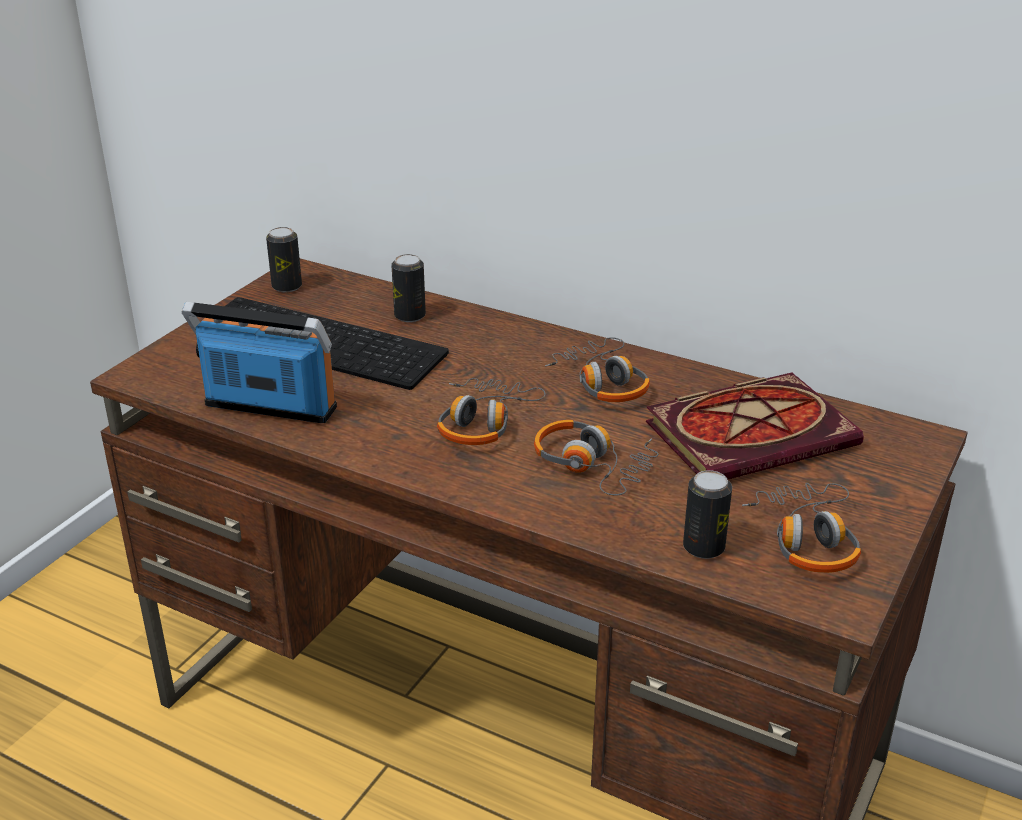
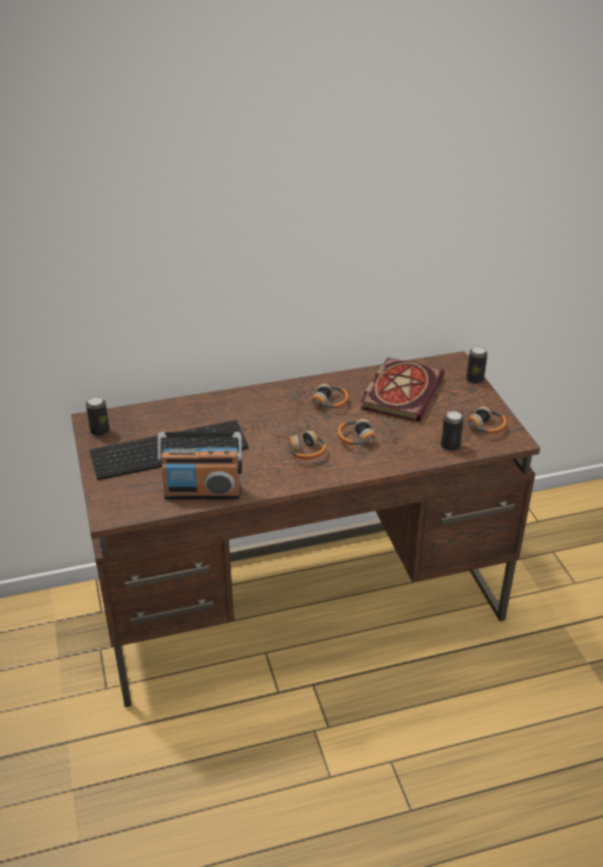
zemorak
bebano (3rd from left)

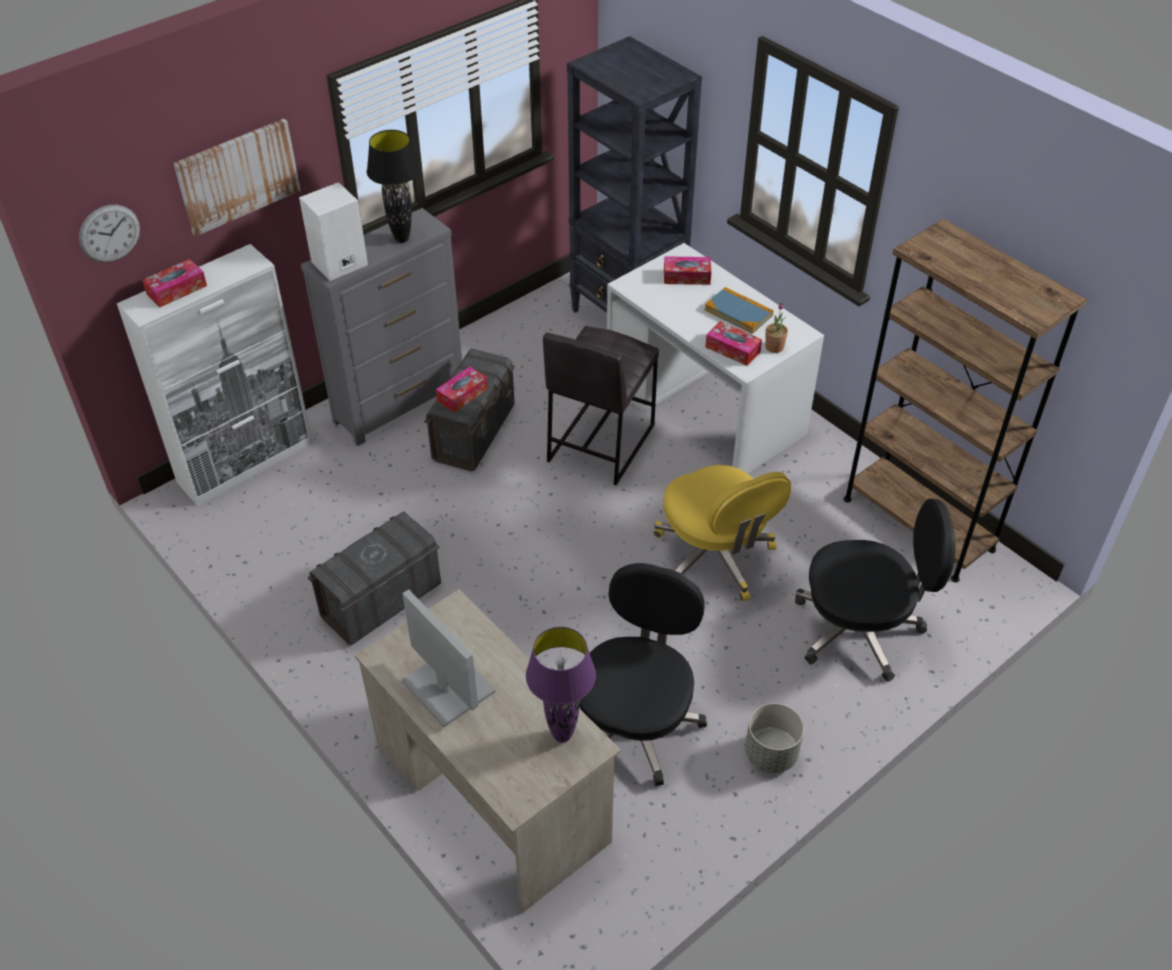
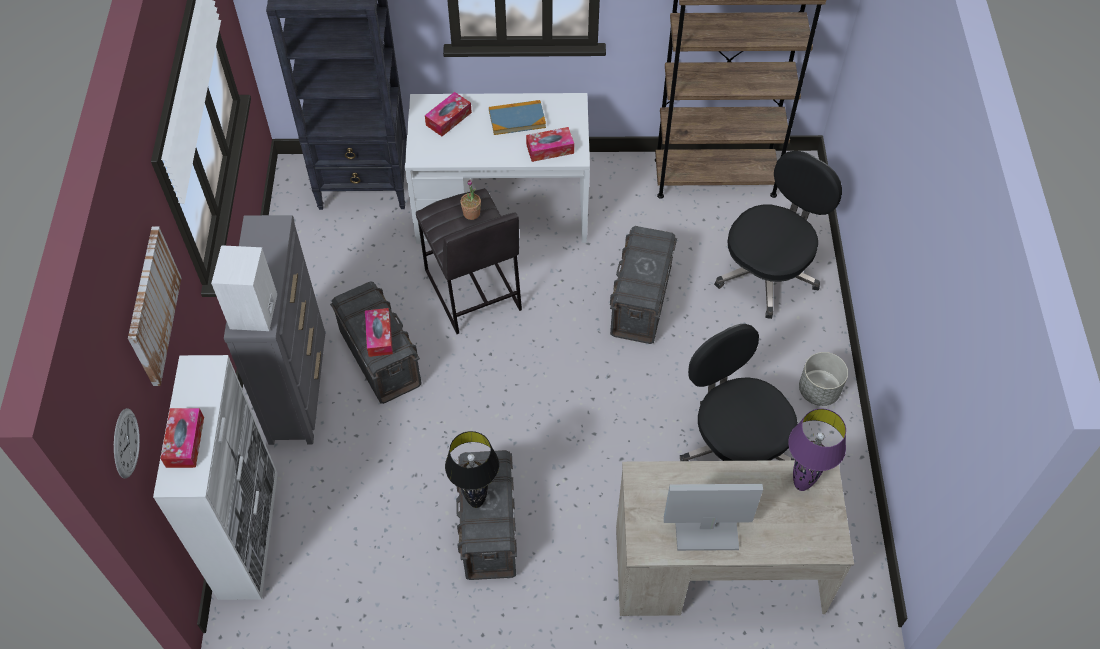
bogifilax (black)
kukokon
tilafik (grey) (3rd from left)

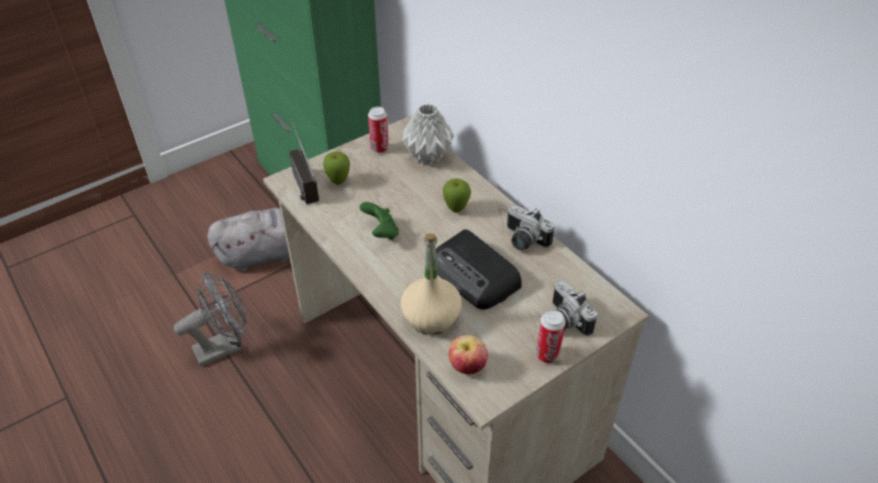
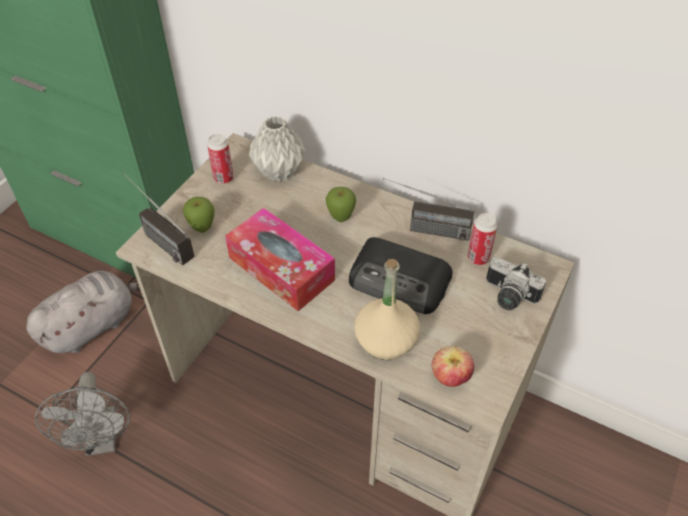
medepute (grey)
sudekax
zemorak (3rd from left)
bebano (2nd from left)

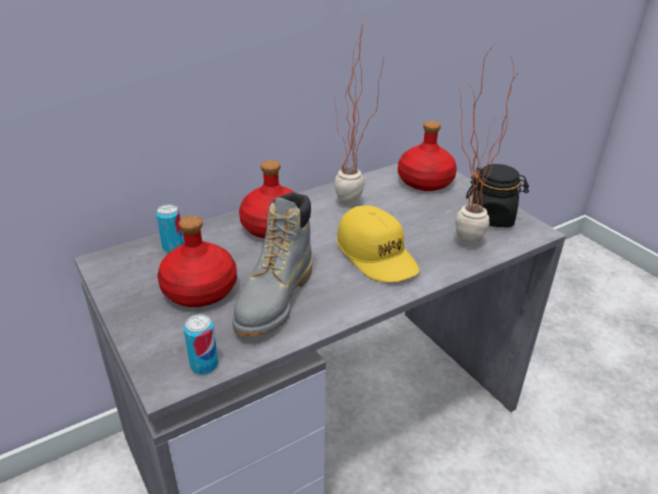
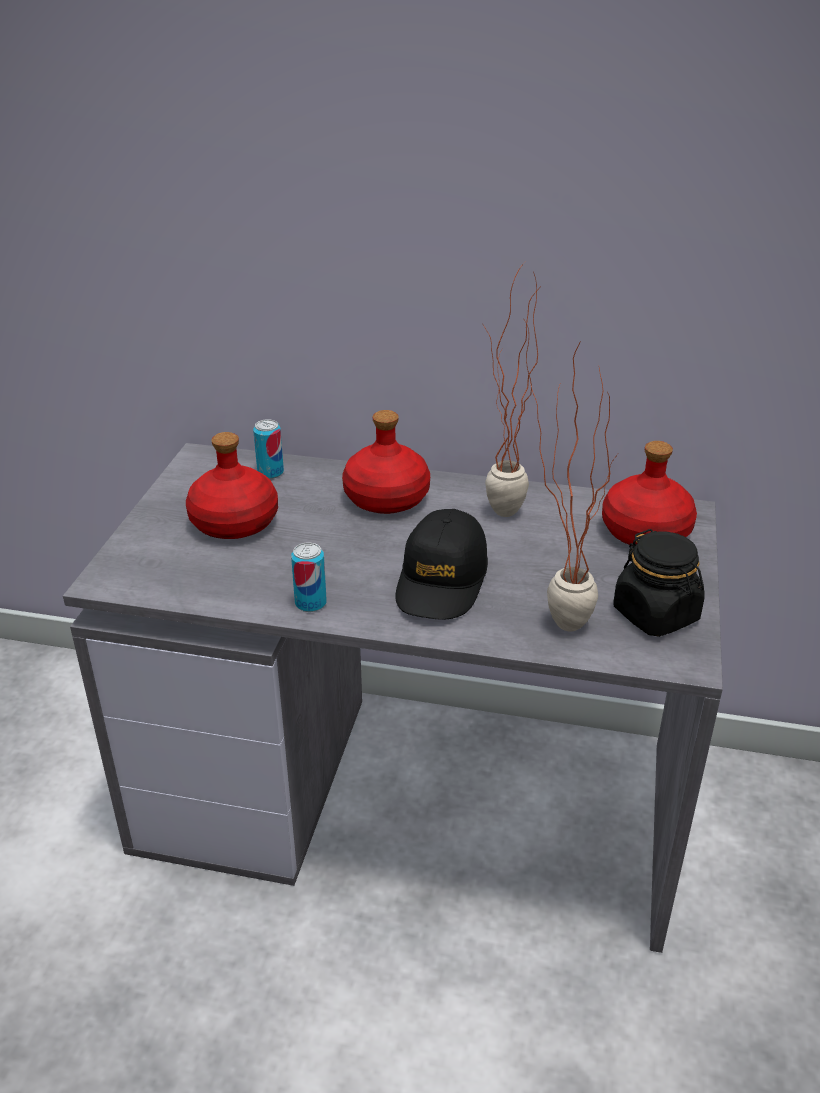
bebano (2nd from left)
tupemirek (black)
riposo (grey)

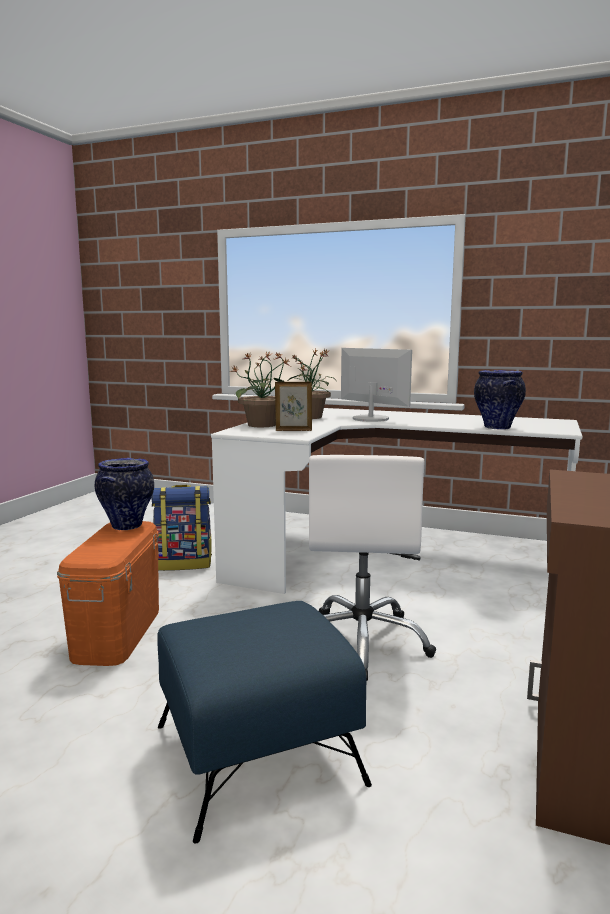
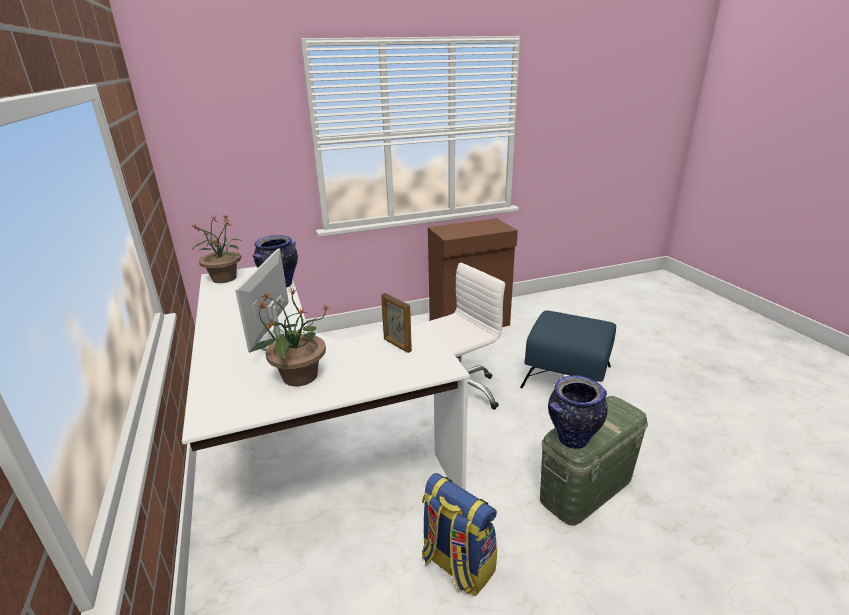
kukokon (1st from left)
tilafik (green)

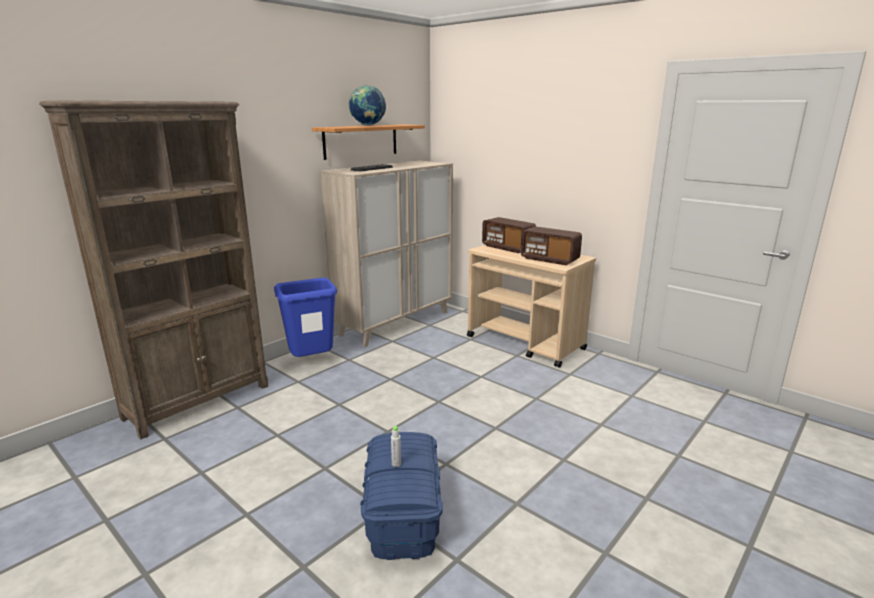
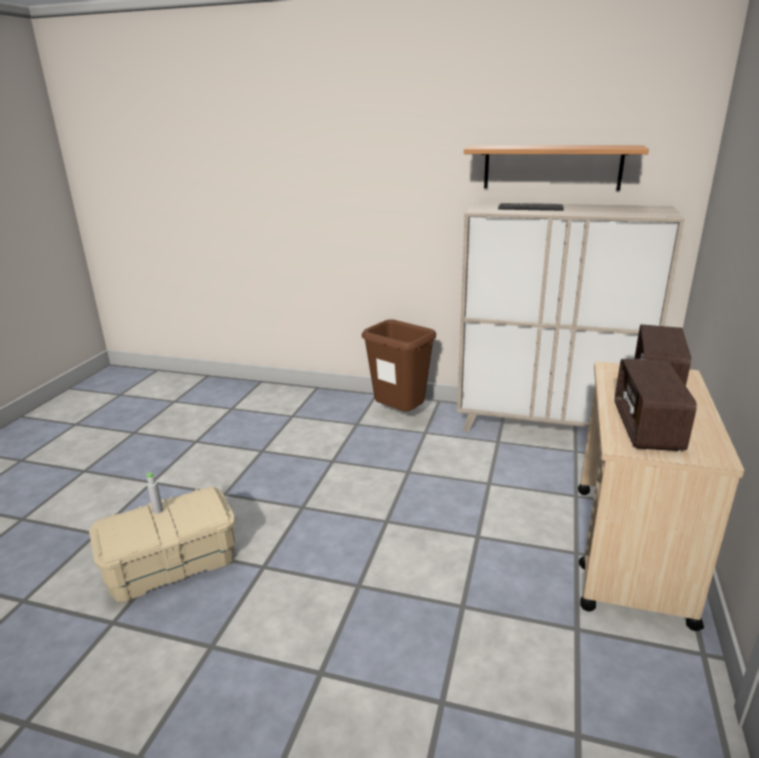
tilafik (beige)
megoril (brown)
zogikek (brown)
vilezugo

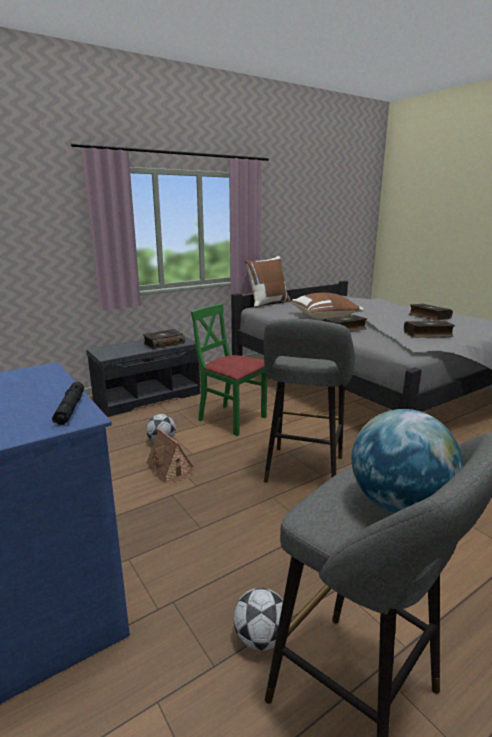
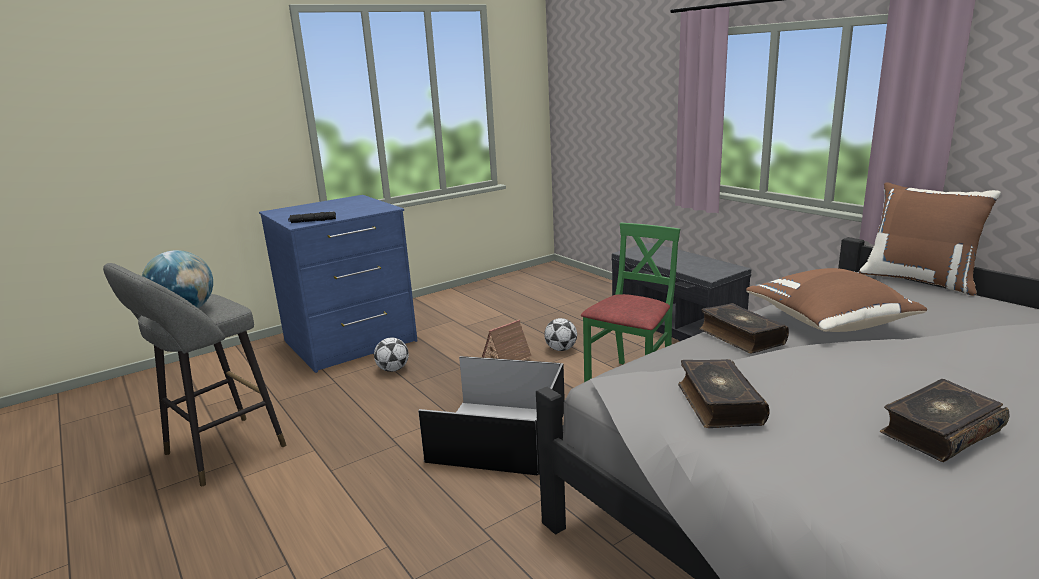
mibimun (1st from left)
tilafik (black)
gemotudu (1st from left in the first image)

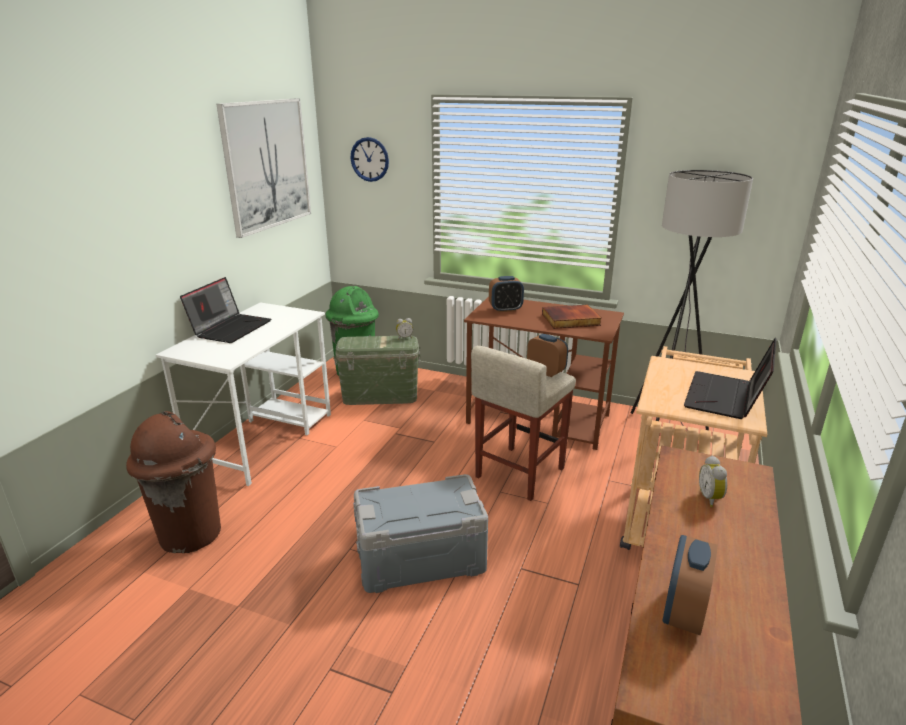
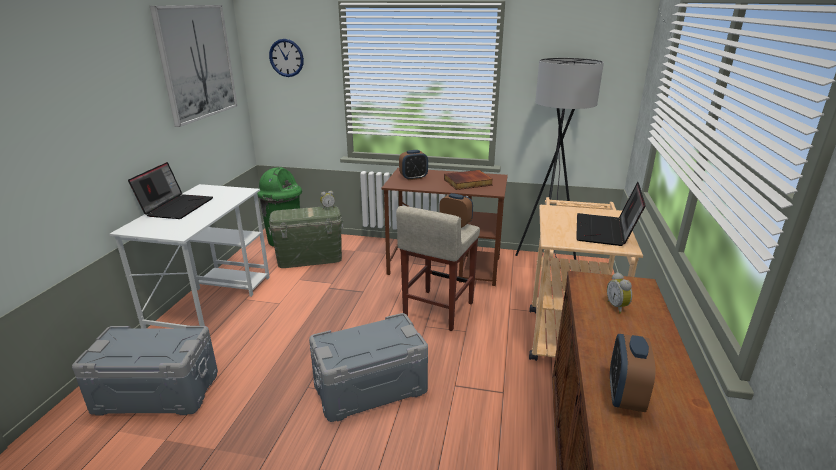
tilafik (grey) (1st from left)

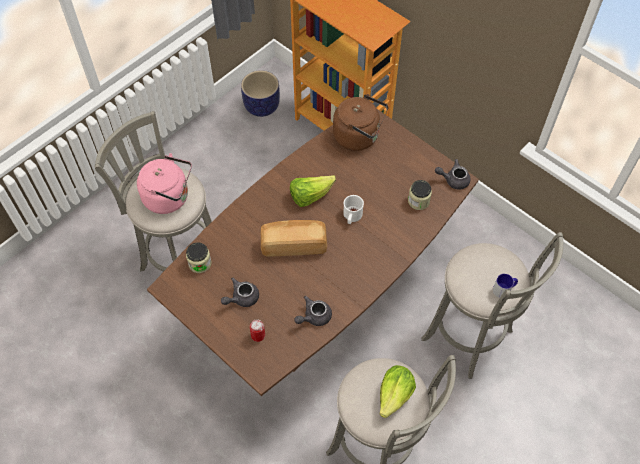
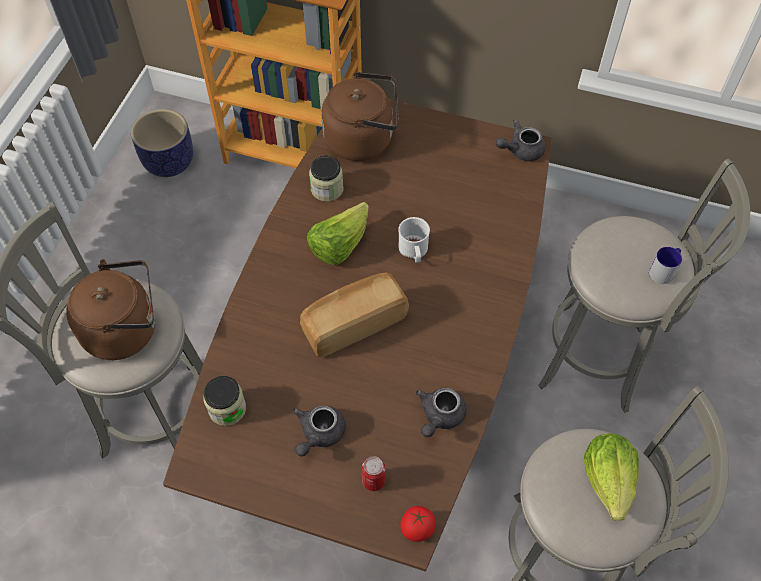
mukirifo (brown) (1st from left)
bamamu (2nd from left)
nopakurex

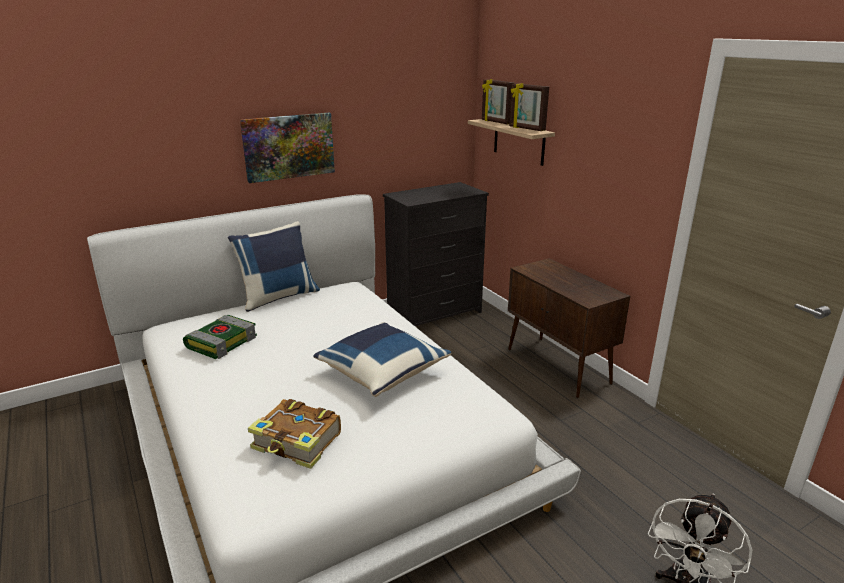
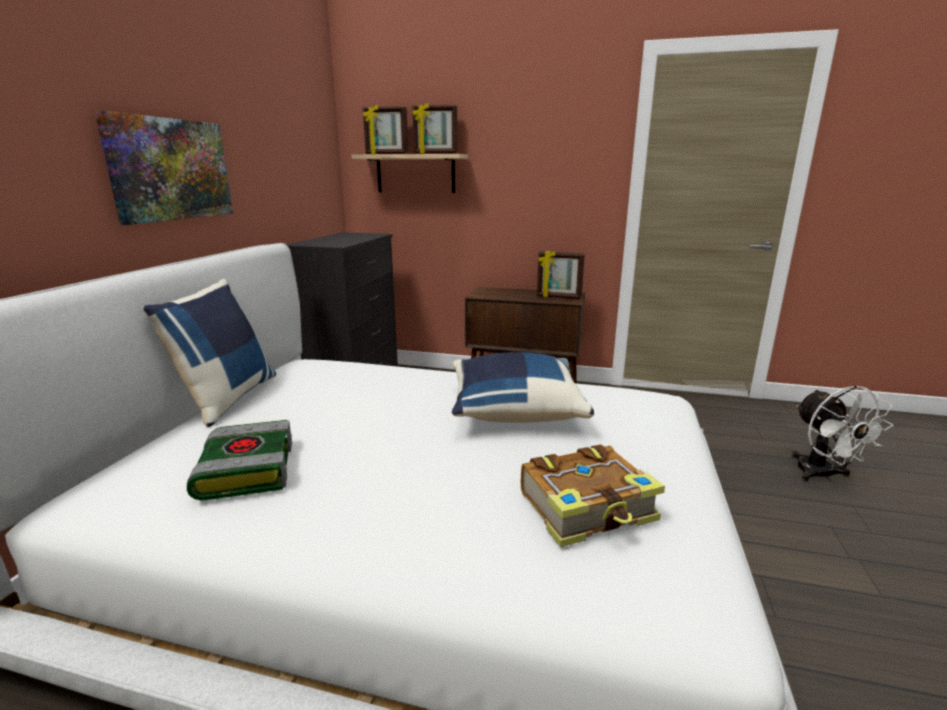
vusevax (3rd from left)

